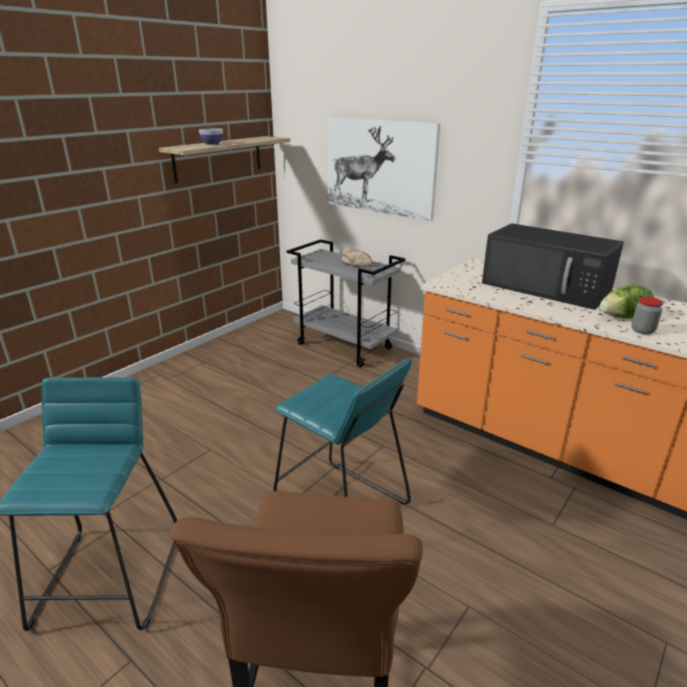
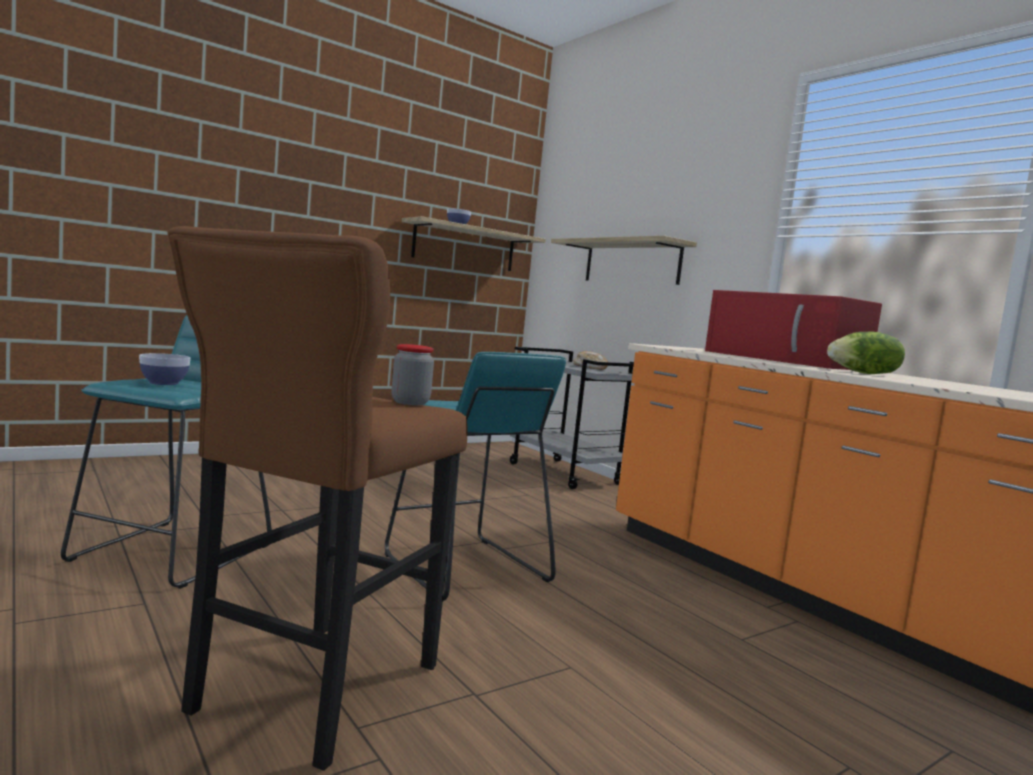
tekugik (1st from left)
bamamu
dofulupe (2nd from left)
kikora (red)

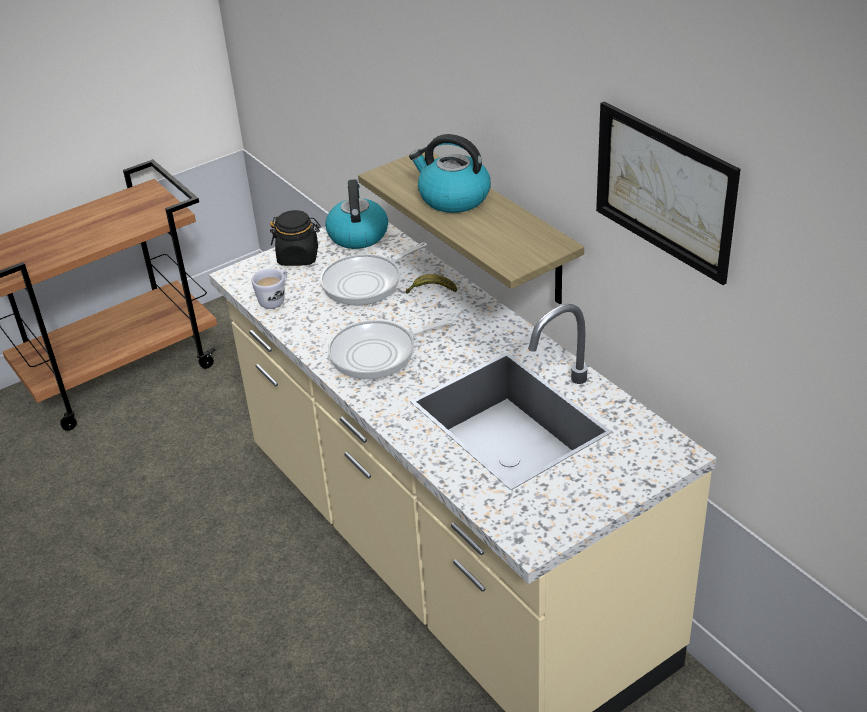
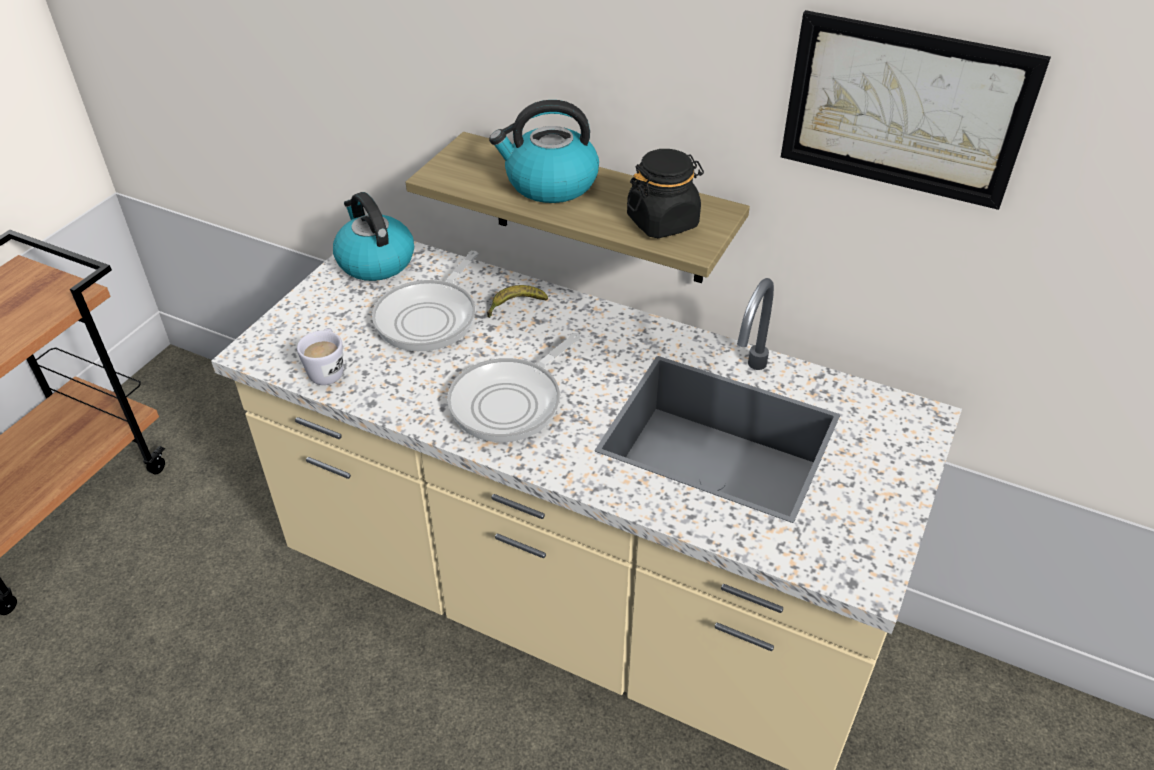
bamamu (black)

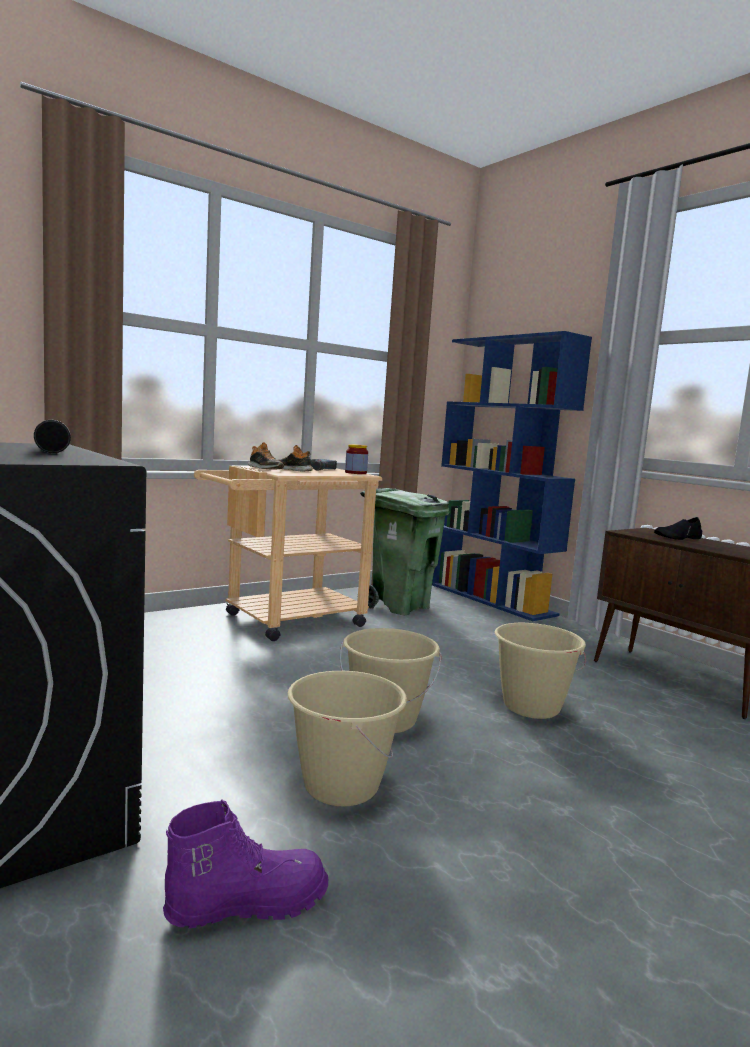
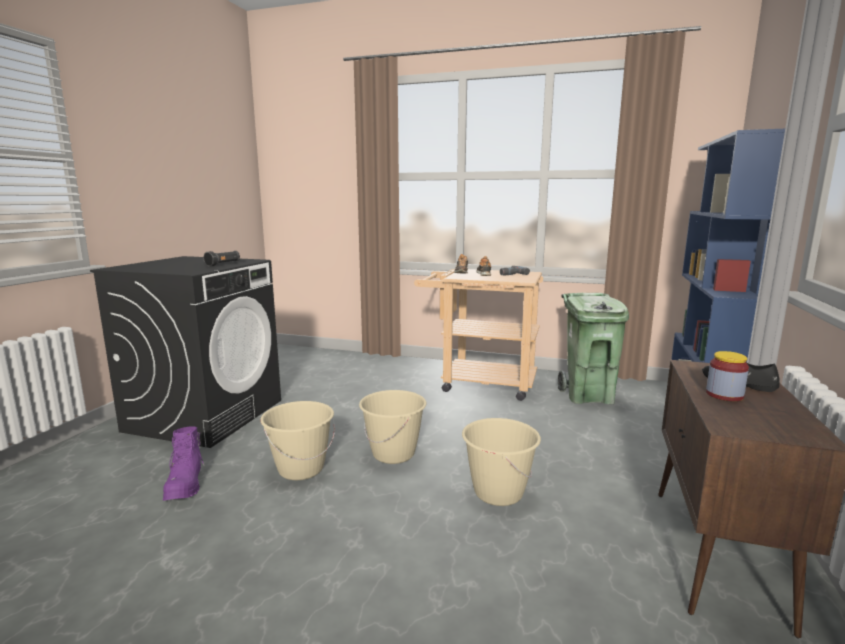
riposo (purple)
bamamu

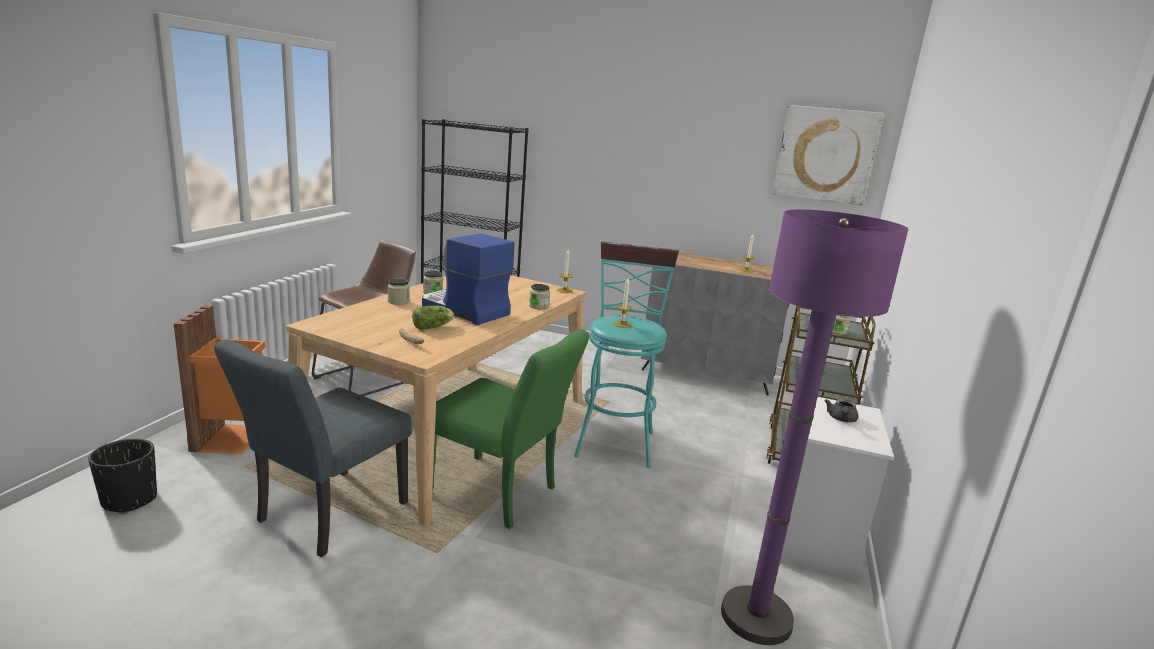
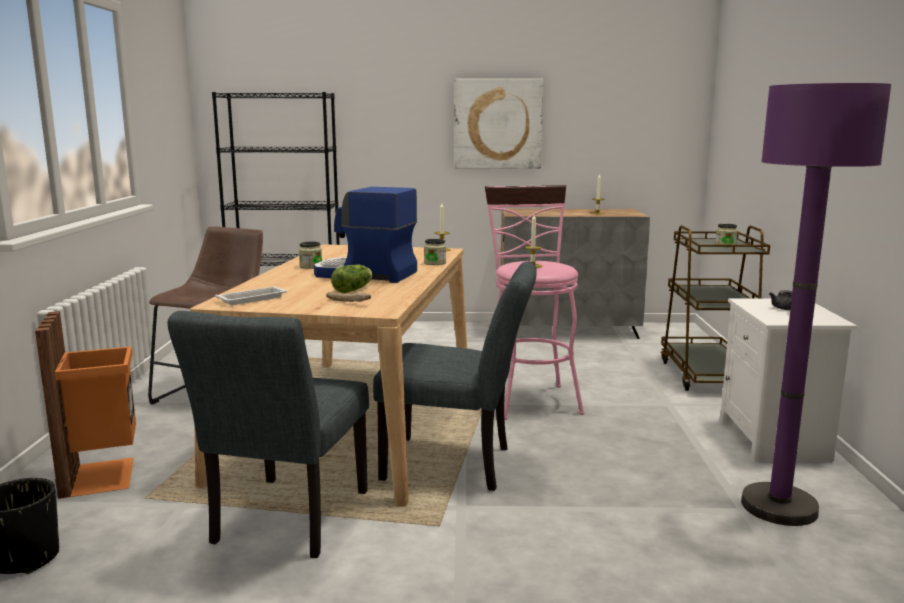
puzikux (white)
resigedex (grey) (2nd from left)
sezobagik
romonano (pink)
bamamu (1st from left in the first image)

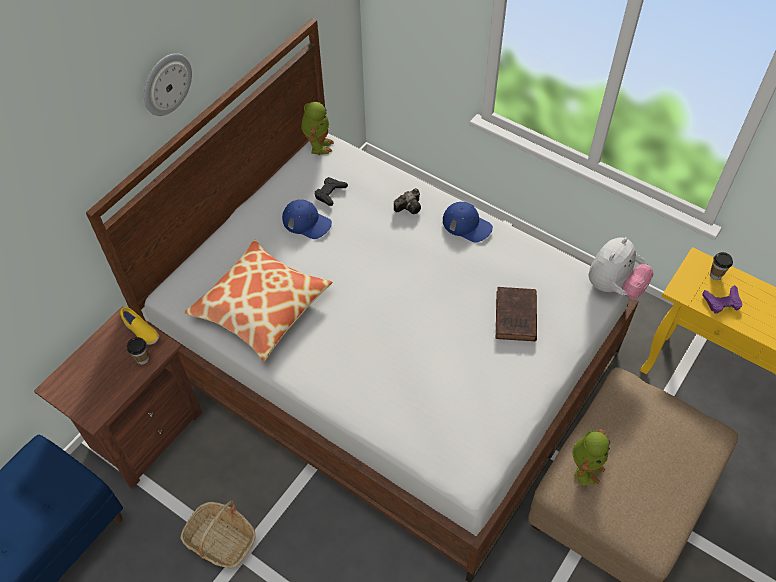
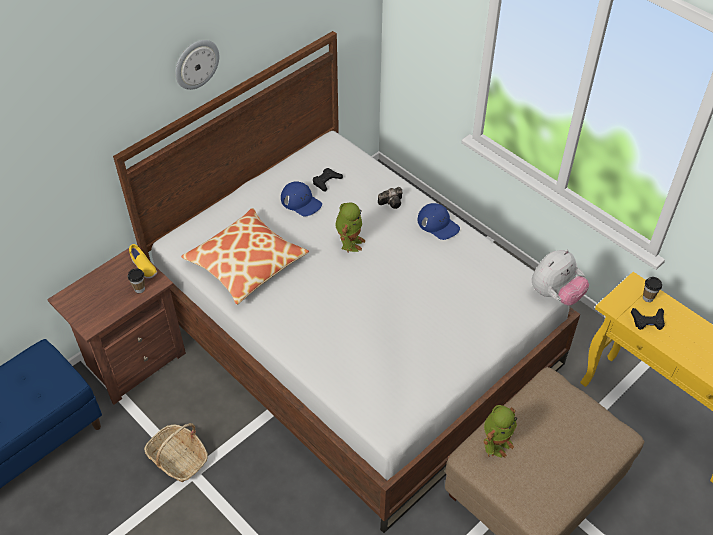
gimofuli (1st from left)
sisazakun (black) (2nd from left)
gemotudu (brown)

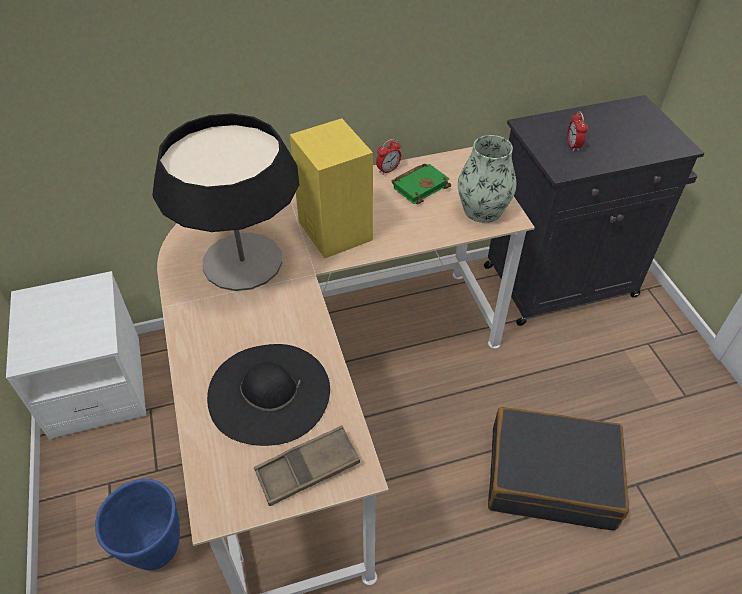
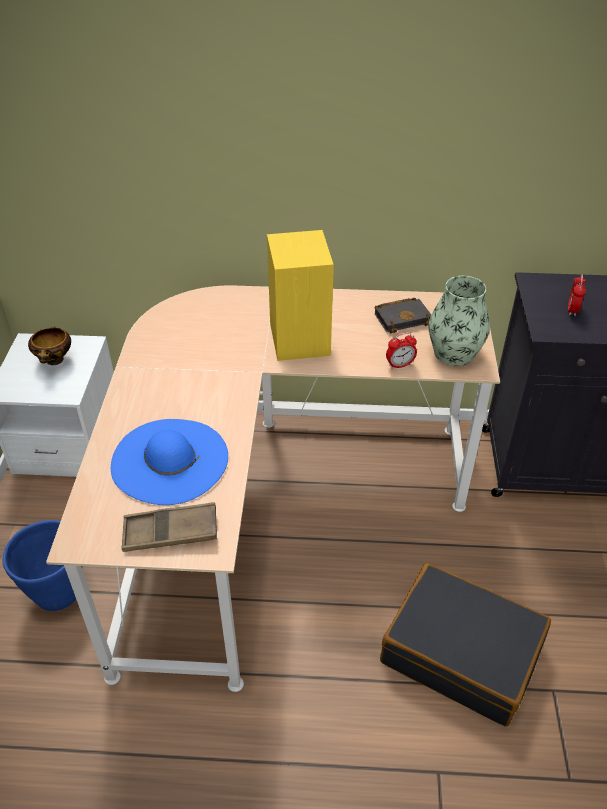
tekugik
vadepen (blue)
gemotudu (black)
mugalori (1st from left)
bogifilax

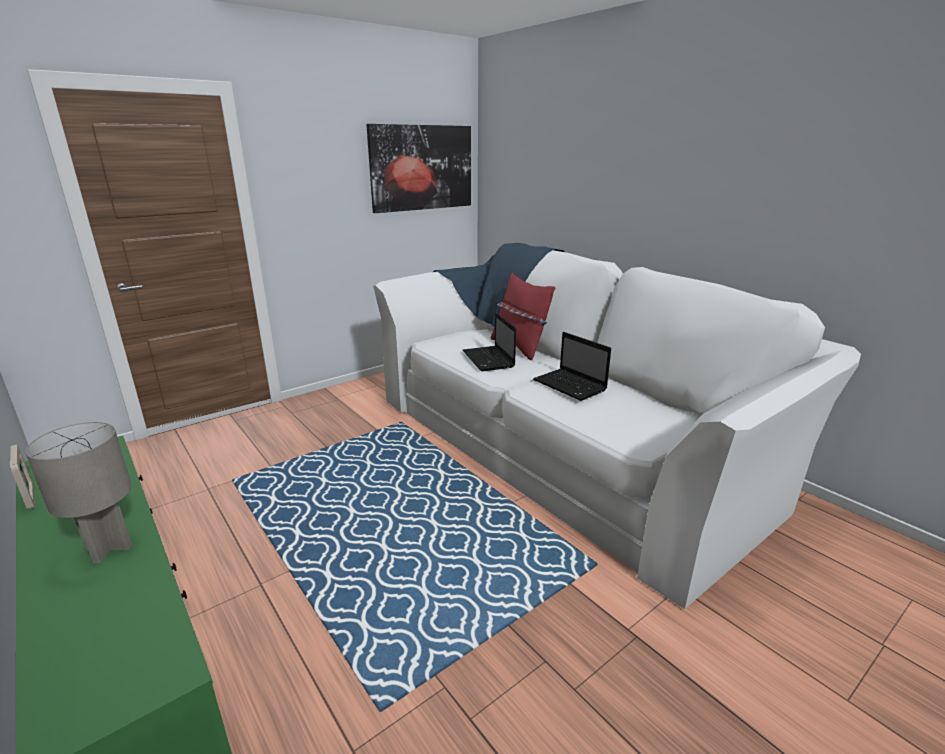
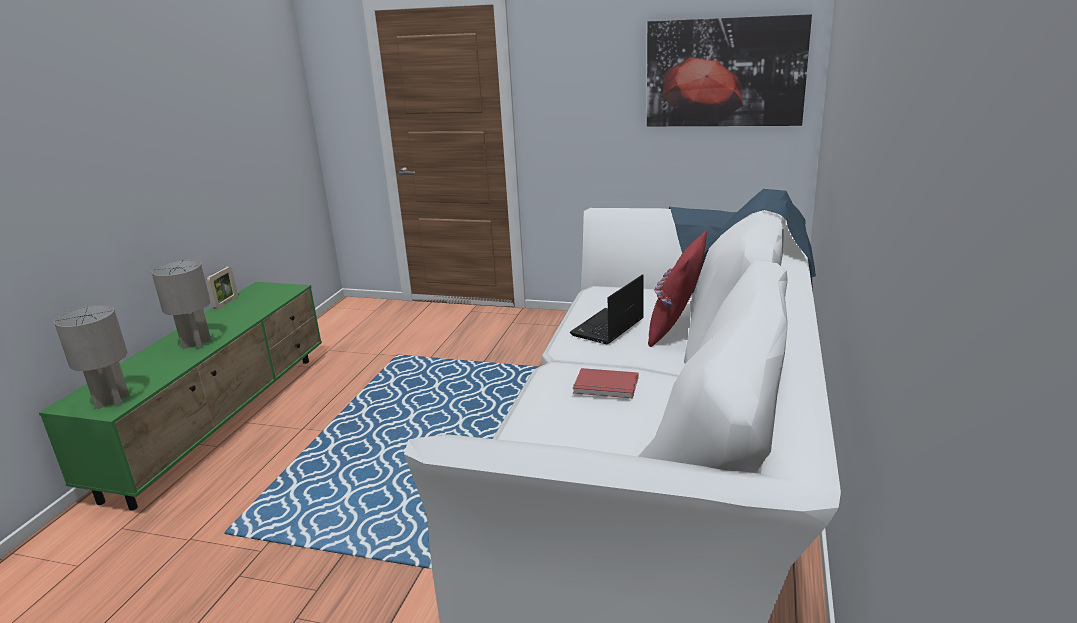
bogifilax (grey) (1st from left)
gemotudu (red)

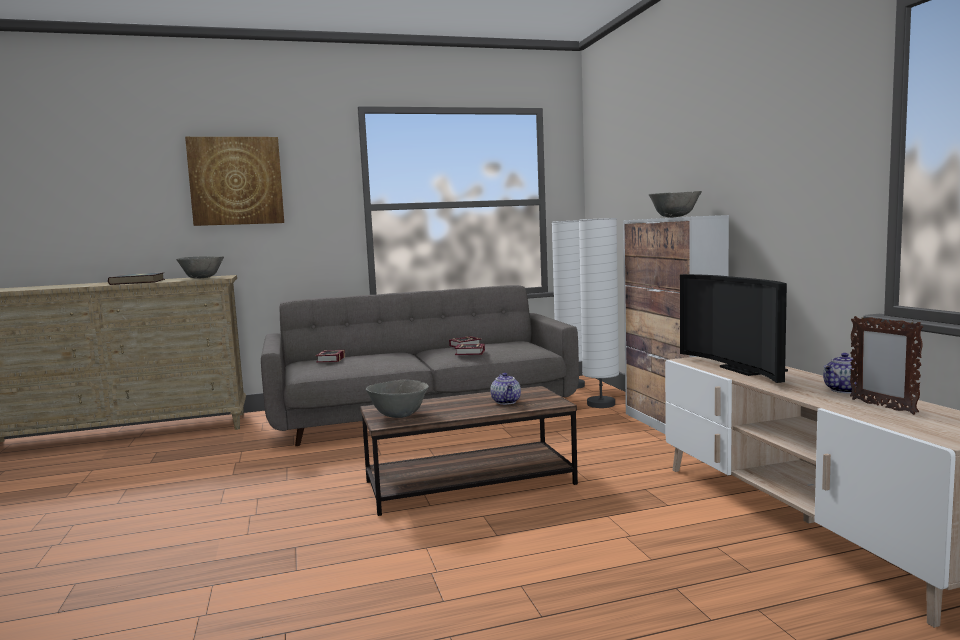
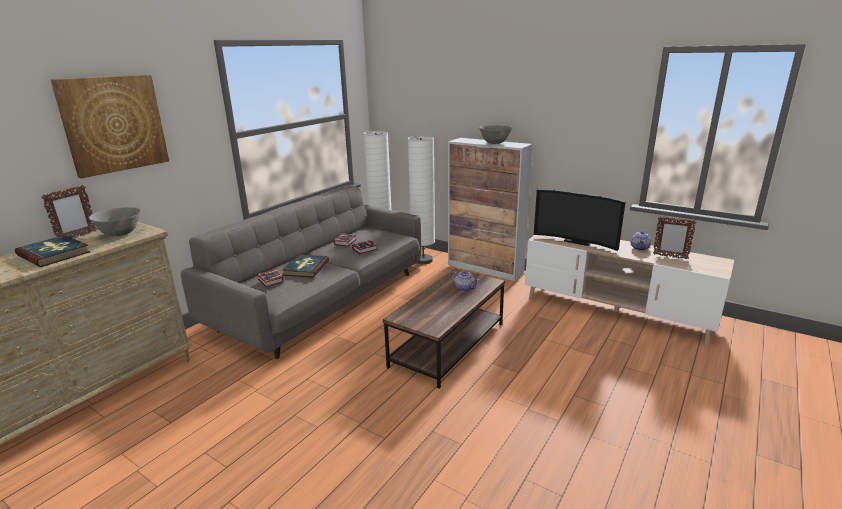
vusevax (1st from left)
gemotudu (3rd from left)
tekugik (grey) (2nd from left in the first image)

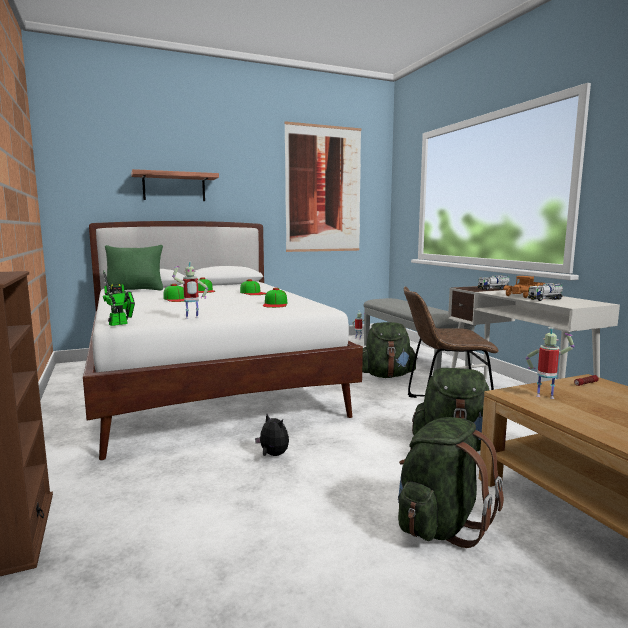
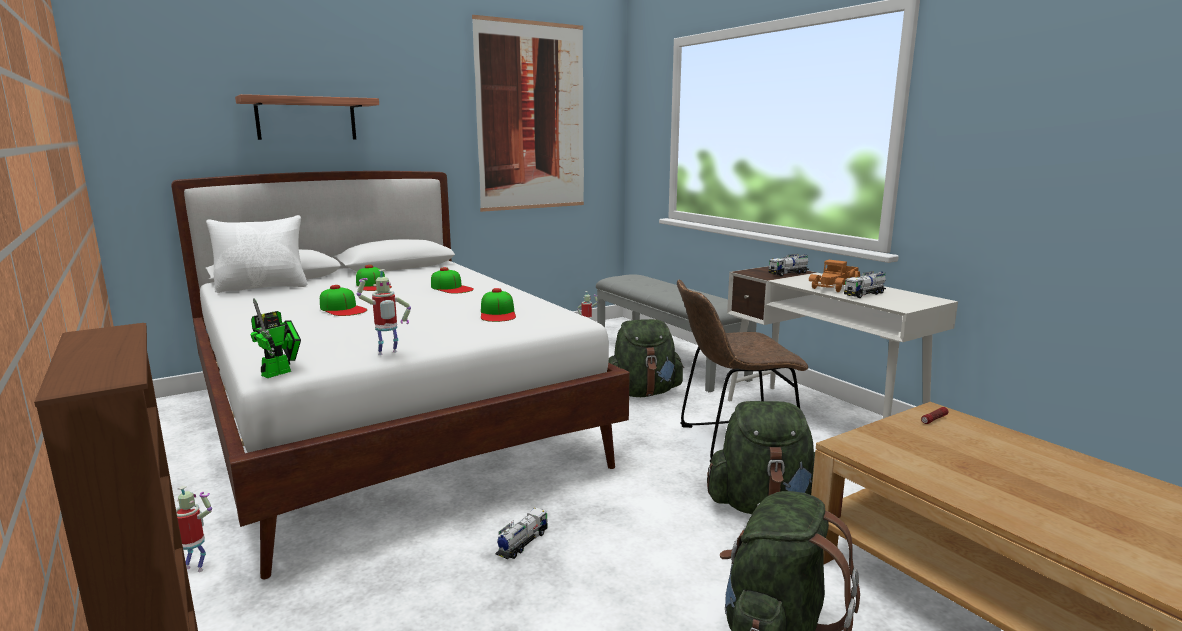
gimofuli (1st from left)
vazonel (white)
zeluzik (1st from left)

